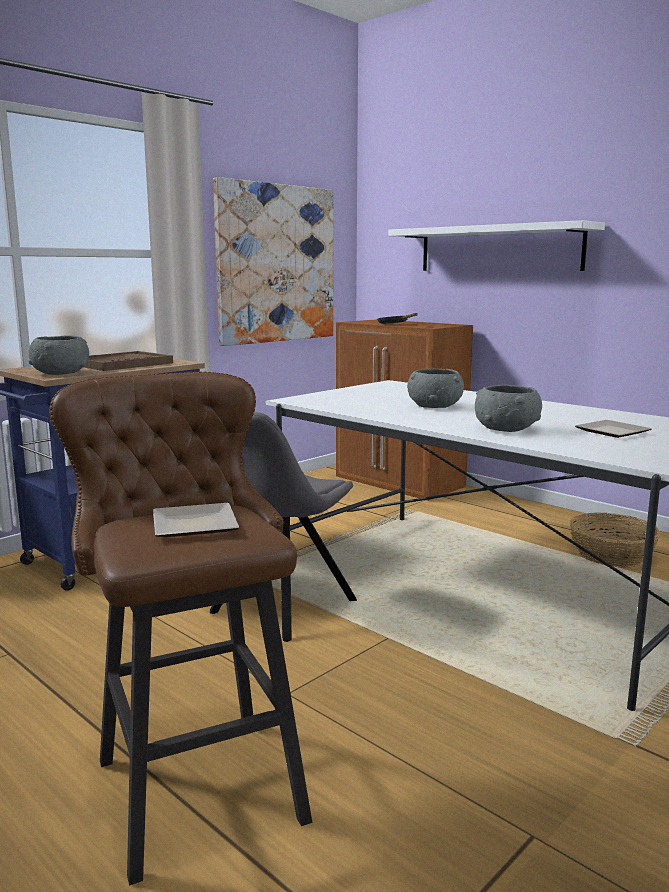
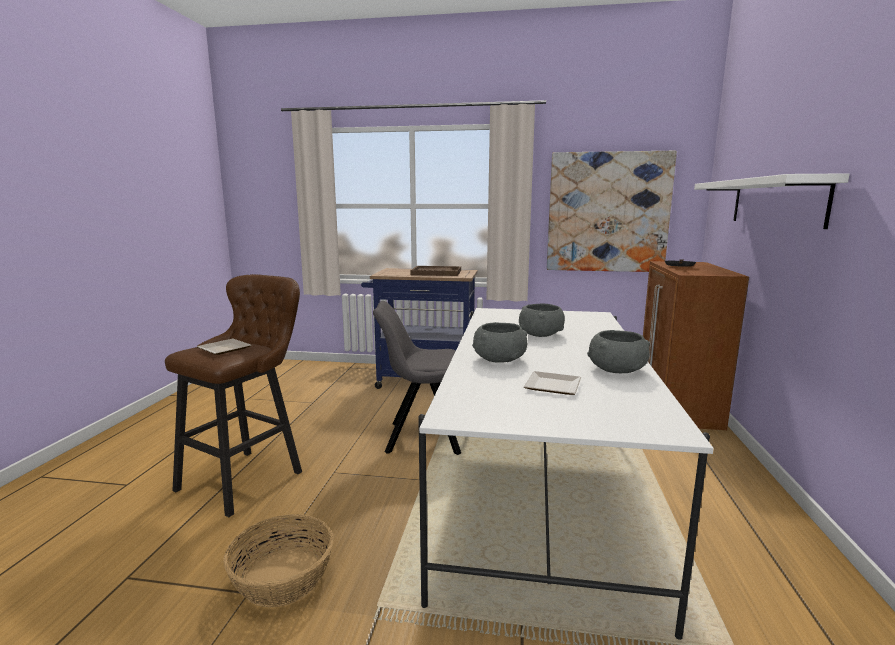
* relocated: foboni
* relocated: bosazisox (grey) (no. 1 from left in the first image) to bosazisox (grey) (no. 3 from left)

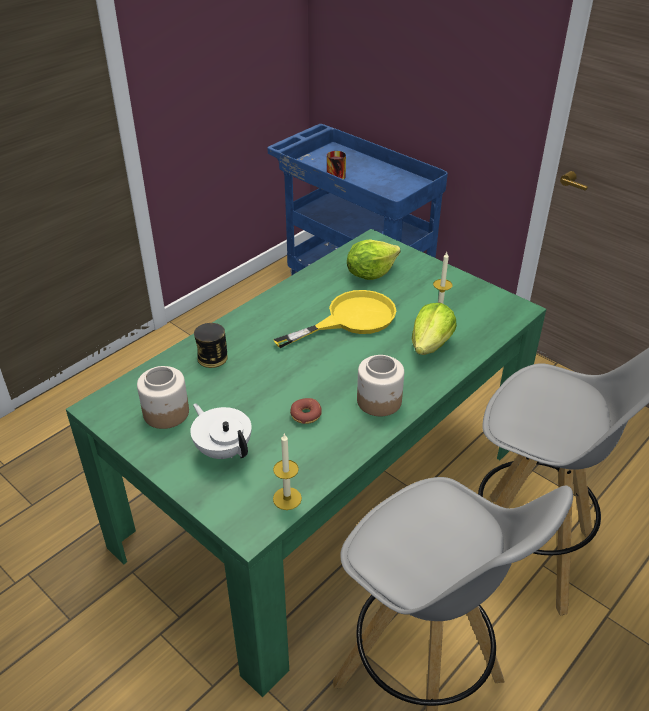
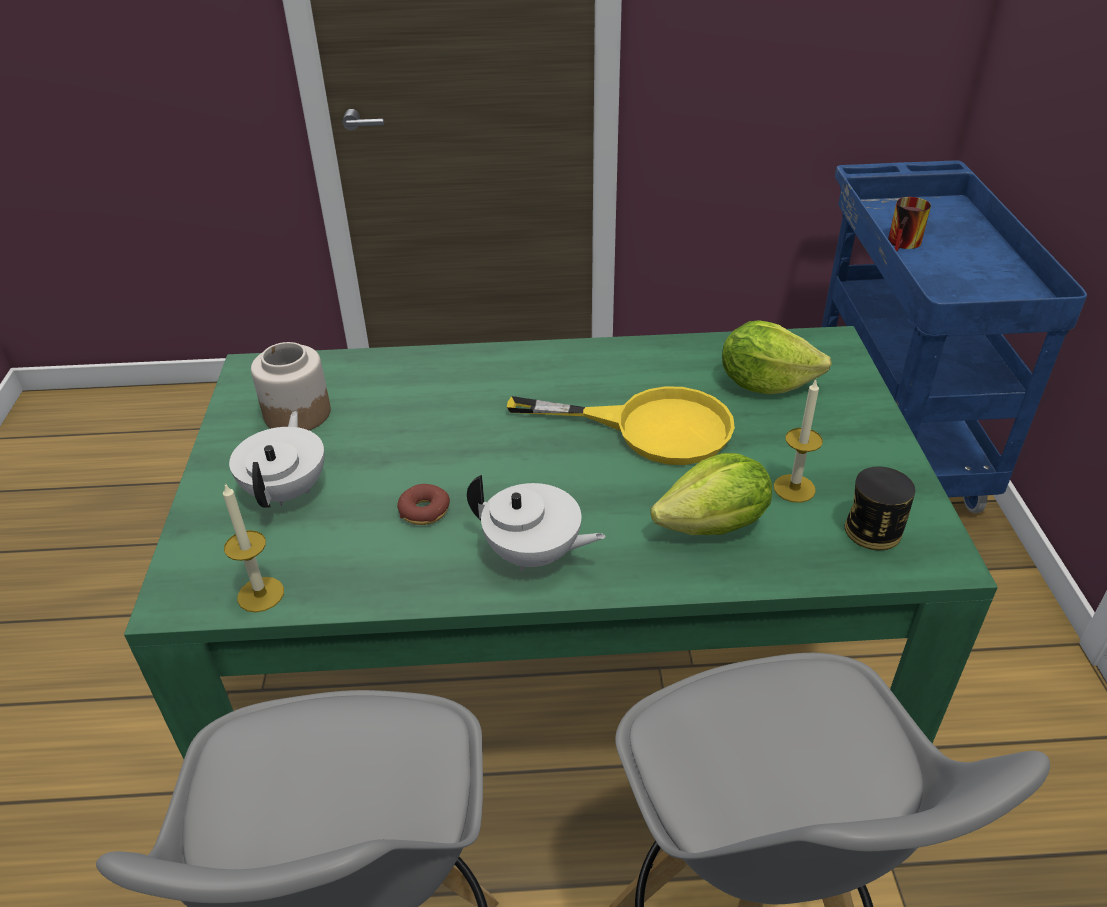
* exchanged: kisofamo (no. 2 from left) to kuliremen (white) (no. 2 from left)
* relocated: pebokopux

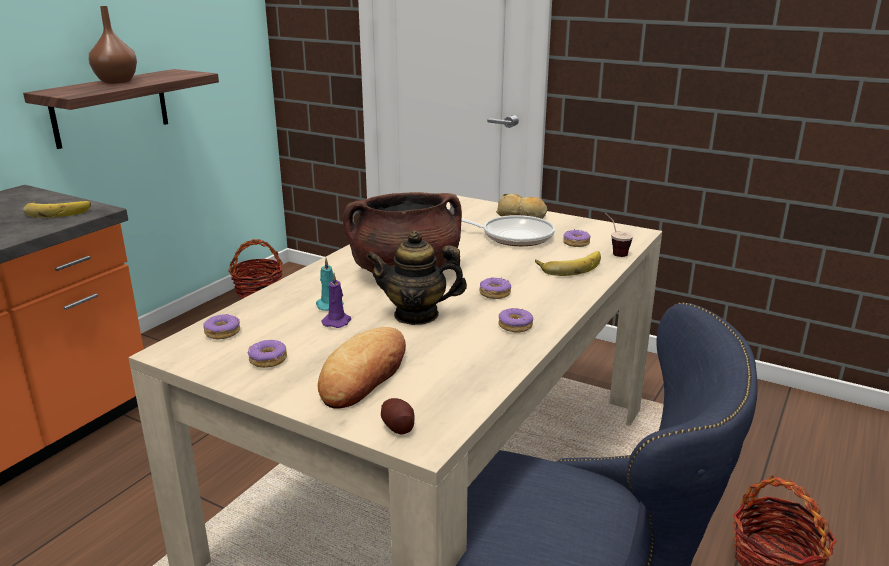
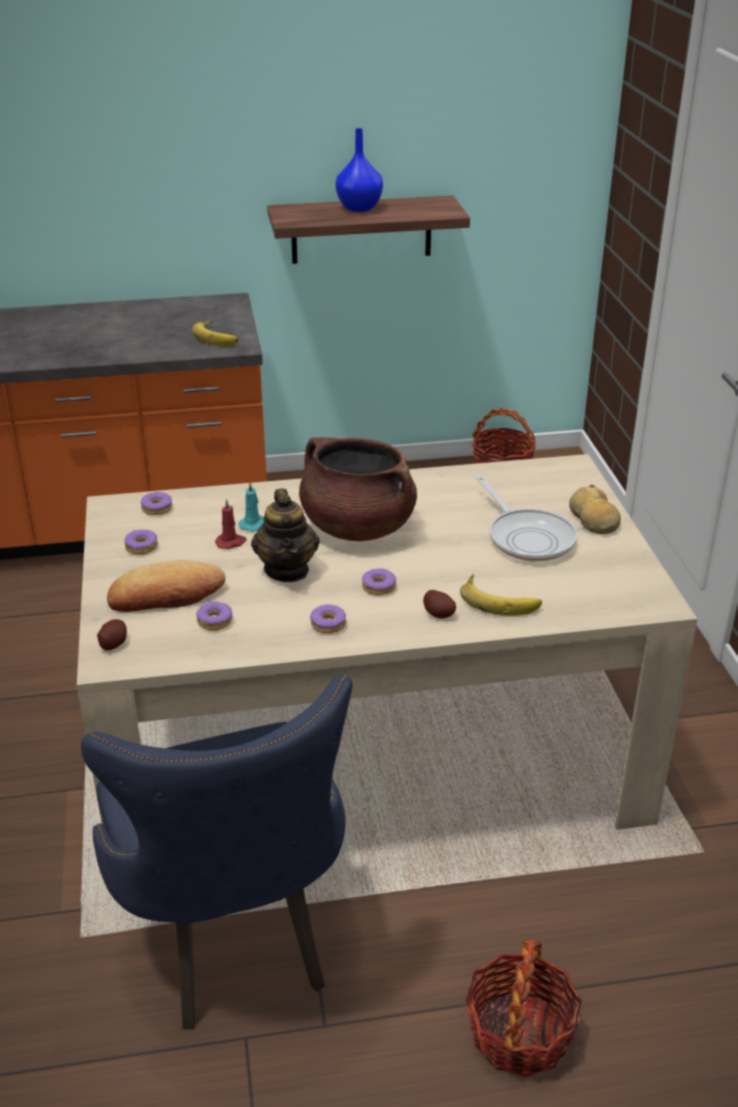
* relocated: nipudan (no. 5 from left in the first image) to nipudan (no. 3 from left)
* colour: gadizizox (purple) to gadizizox (red)
* spun: kuliremen 150 degrees counterclockwise
* colour: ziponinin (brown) to ziponinin (blue)
* appeared: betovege (no. 2 from left)
* missing: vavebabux

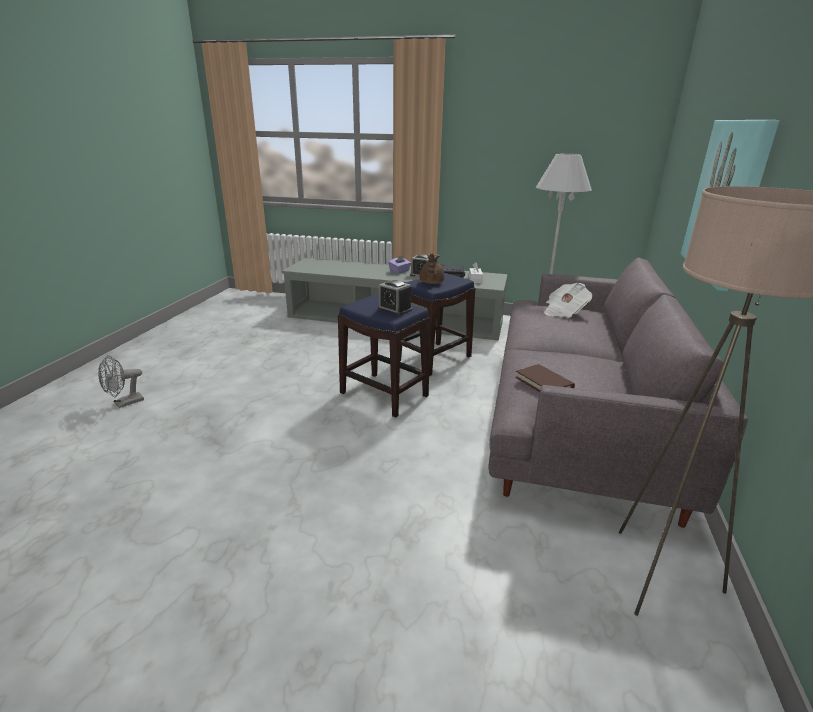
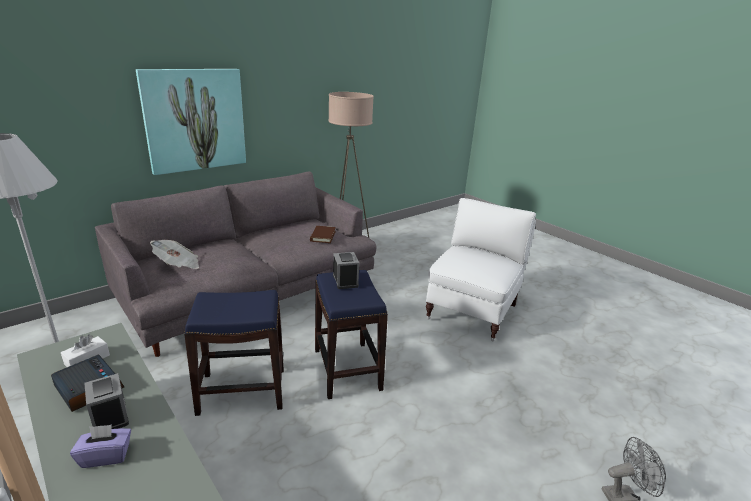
* appeared: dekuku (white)
* missing: kuliremen (brown)

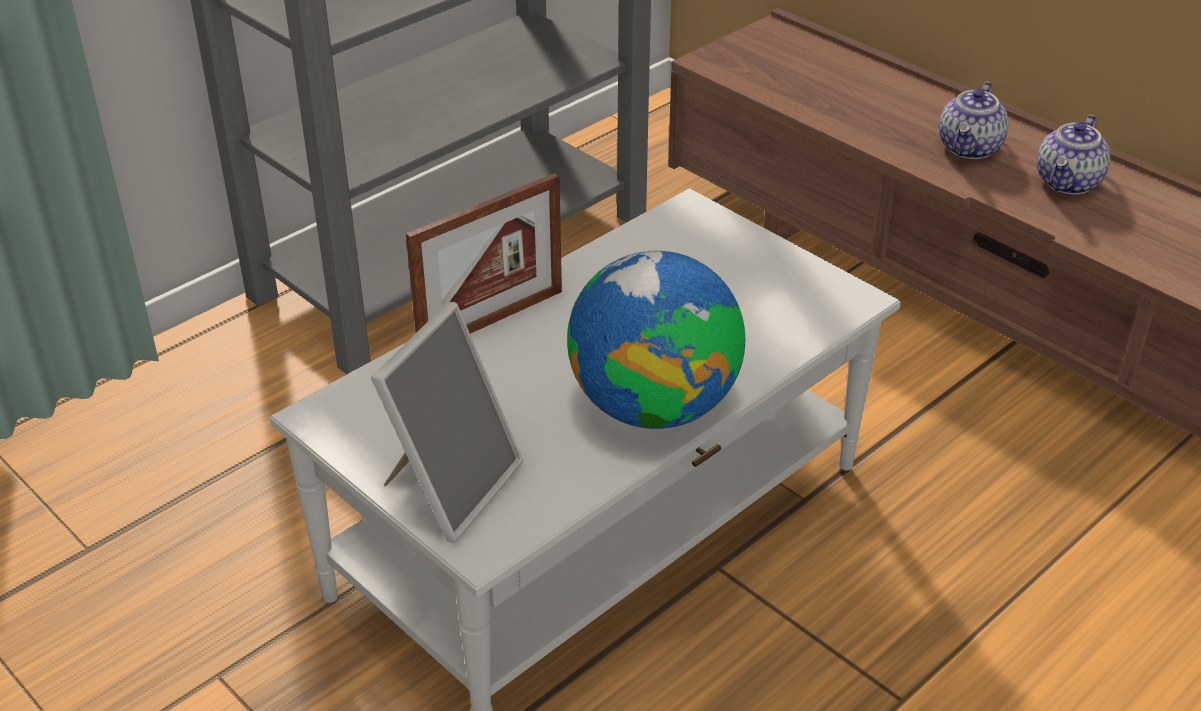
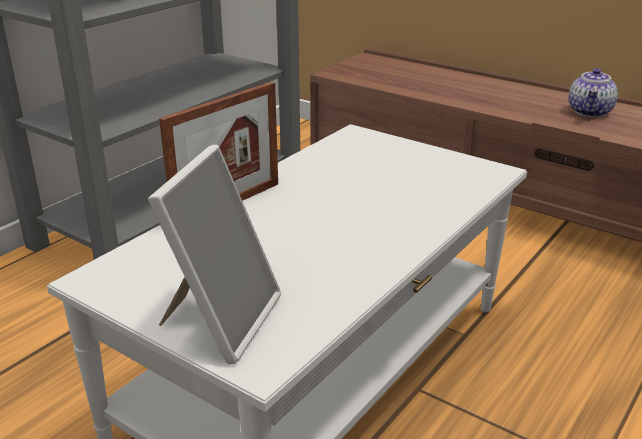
* missing: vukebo
* missing: kuliremen (no. 1 from left)

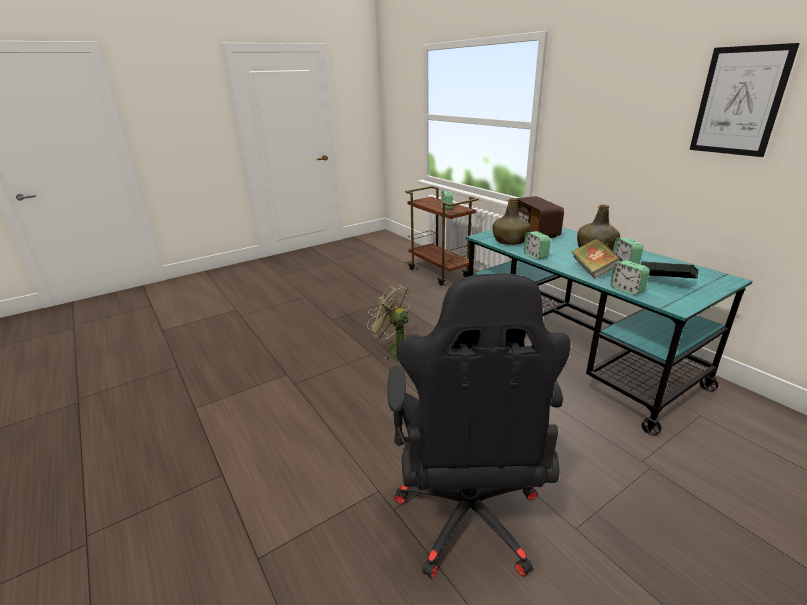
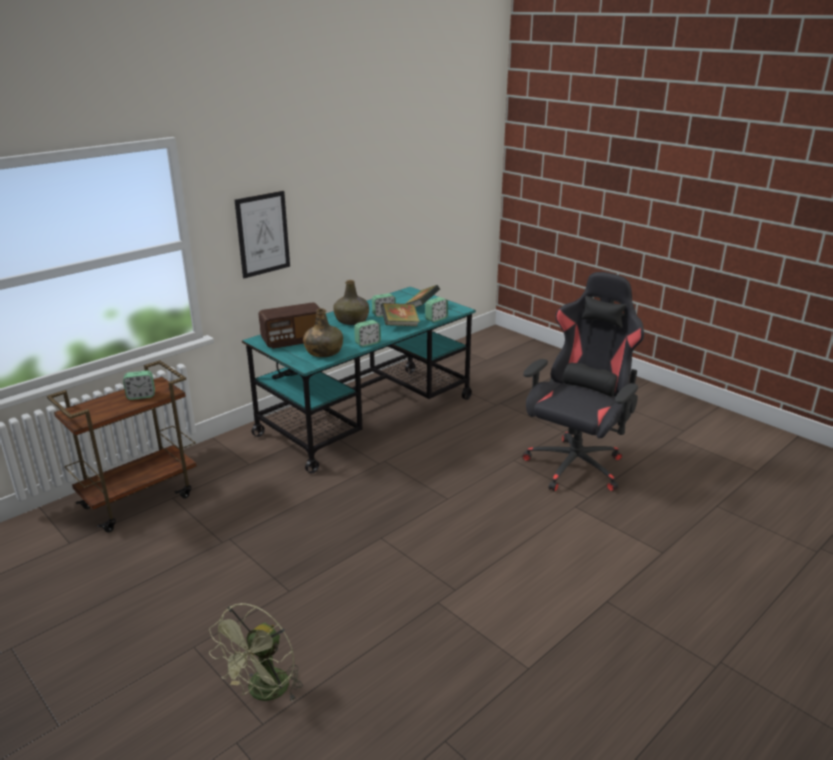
* relocated: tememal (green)
* relocated: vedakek
* spun: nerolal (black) 45 degrees counterclockwise

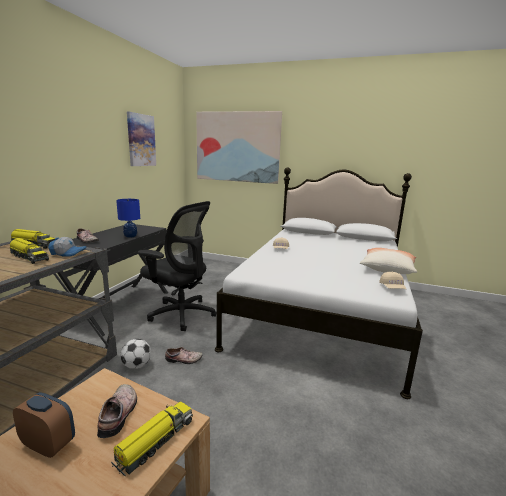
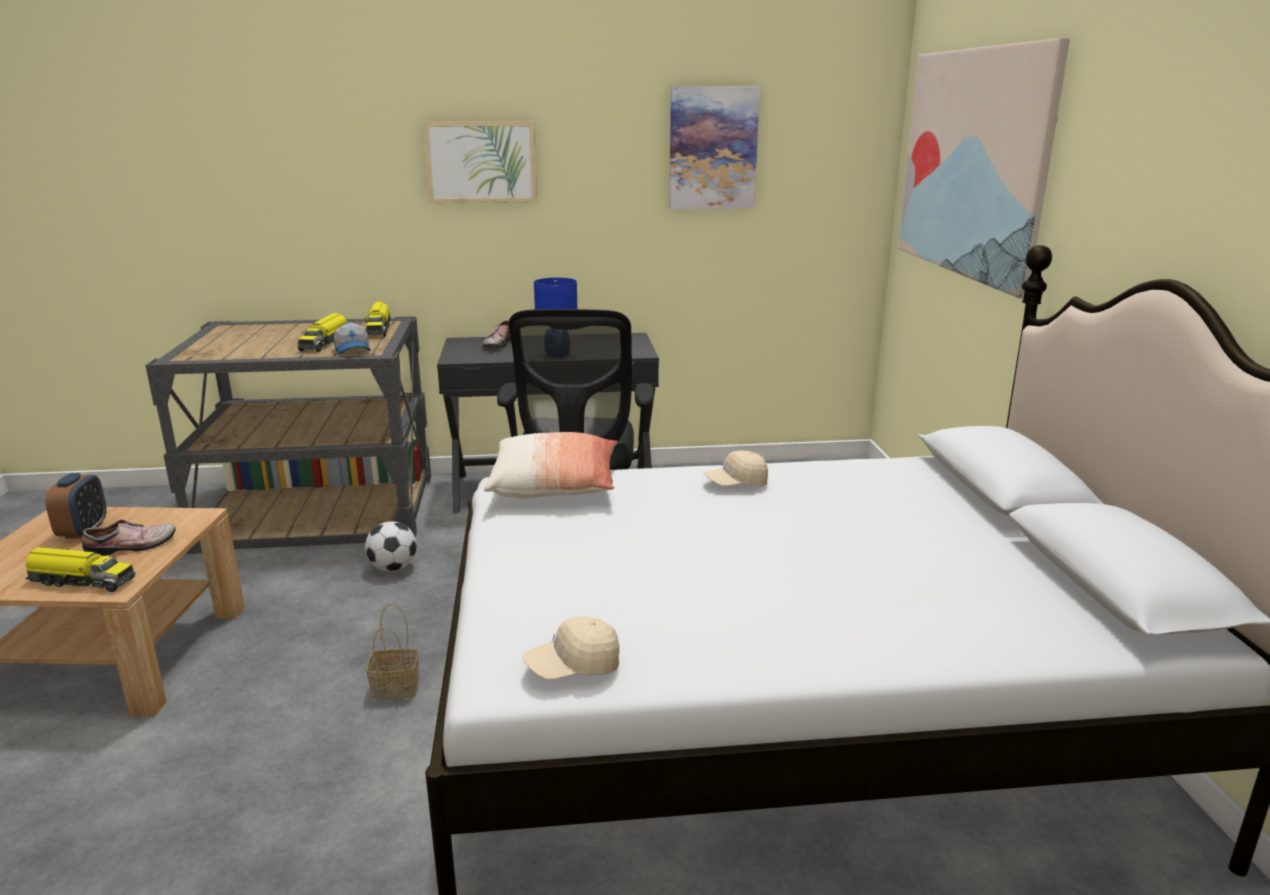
* appeared: foboni
* appeared: vedakek (no. 1 from left)
* relocated: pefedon
* missing: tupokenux (no. 3 from left)

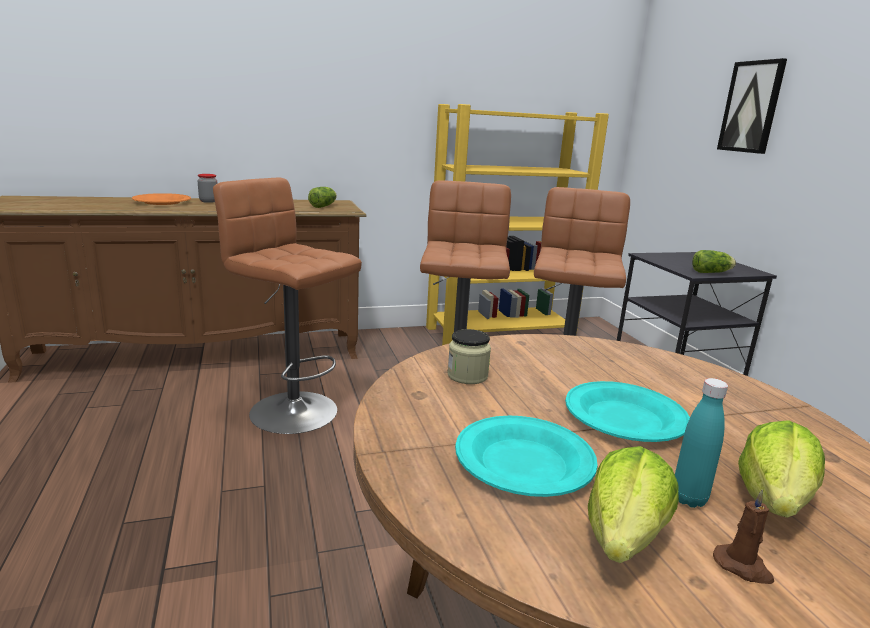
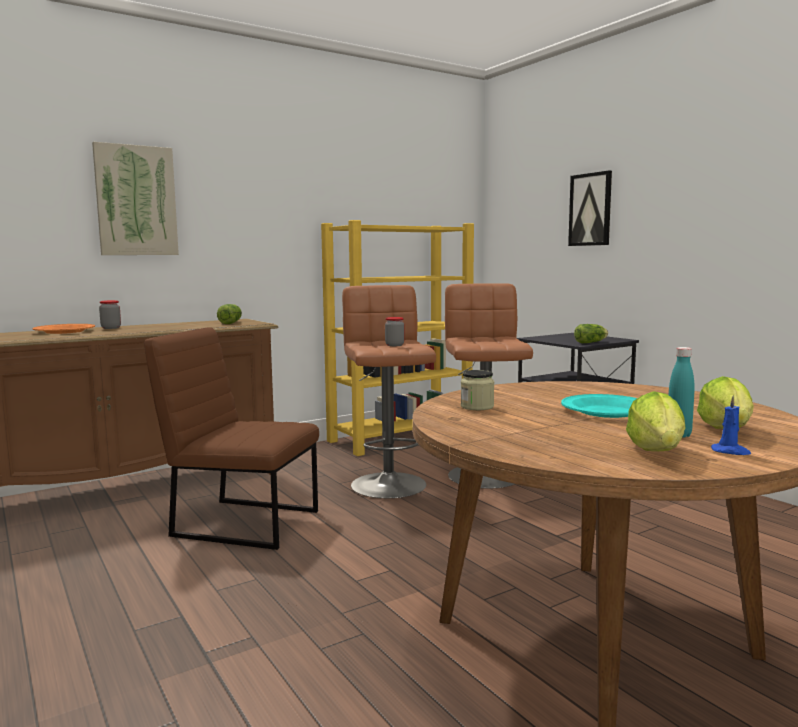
* appeared: vedakek (no. 1 from left)
* exchanged: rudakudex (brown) (no. 1 from left) to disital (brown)
* appeared: kisofamo (no. 2 from left)
* colour: gadizizox (brown) to gadizizox (blue)
* missing: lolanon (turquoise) (no. 1 from left)

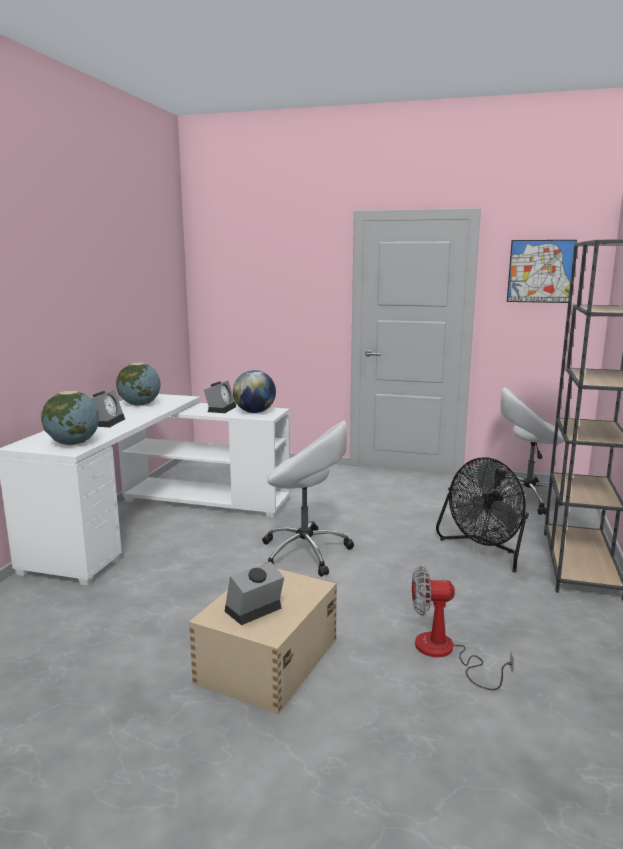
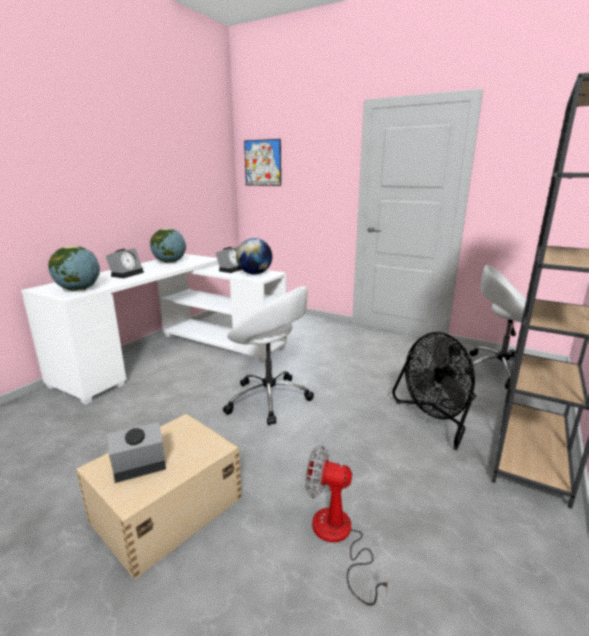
* relocated: vedakek

